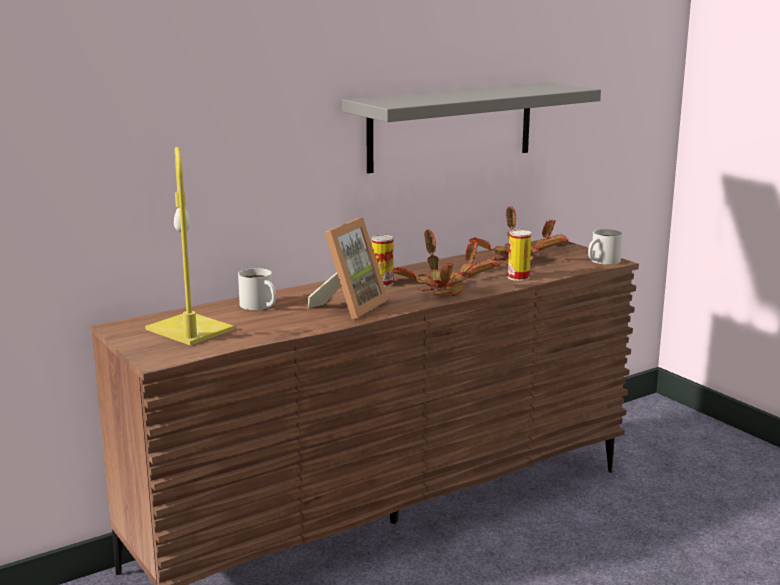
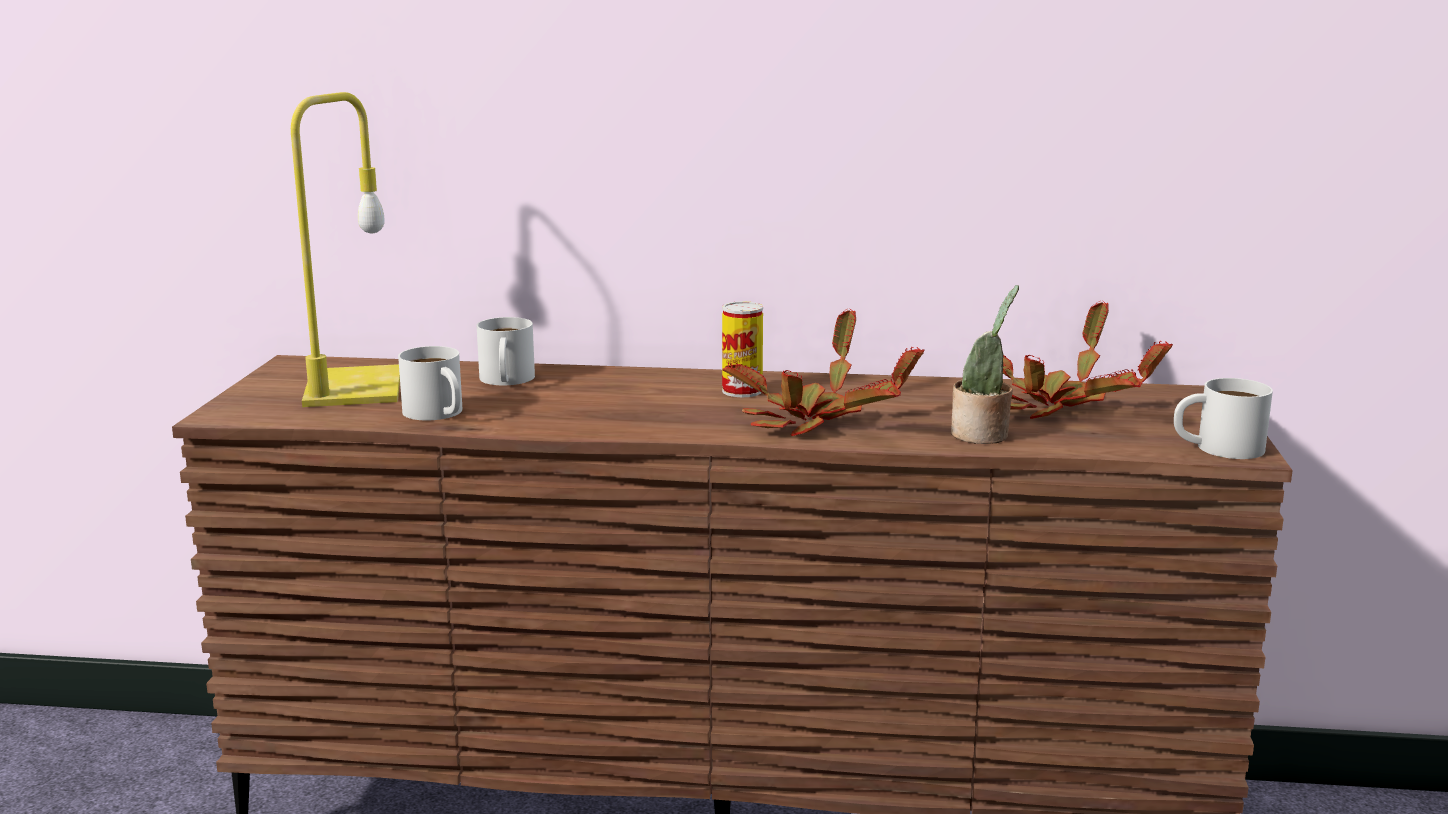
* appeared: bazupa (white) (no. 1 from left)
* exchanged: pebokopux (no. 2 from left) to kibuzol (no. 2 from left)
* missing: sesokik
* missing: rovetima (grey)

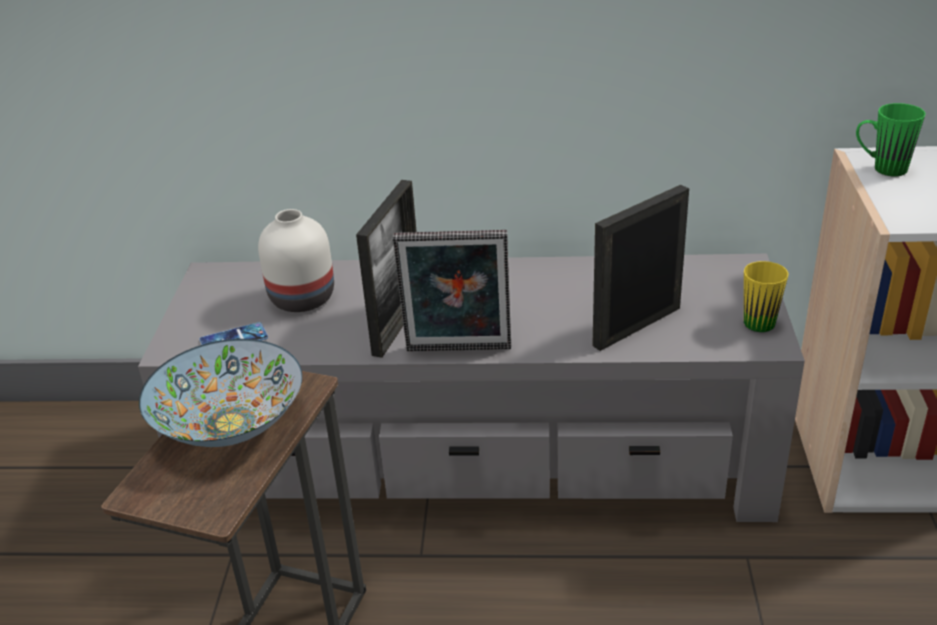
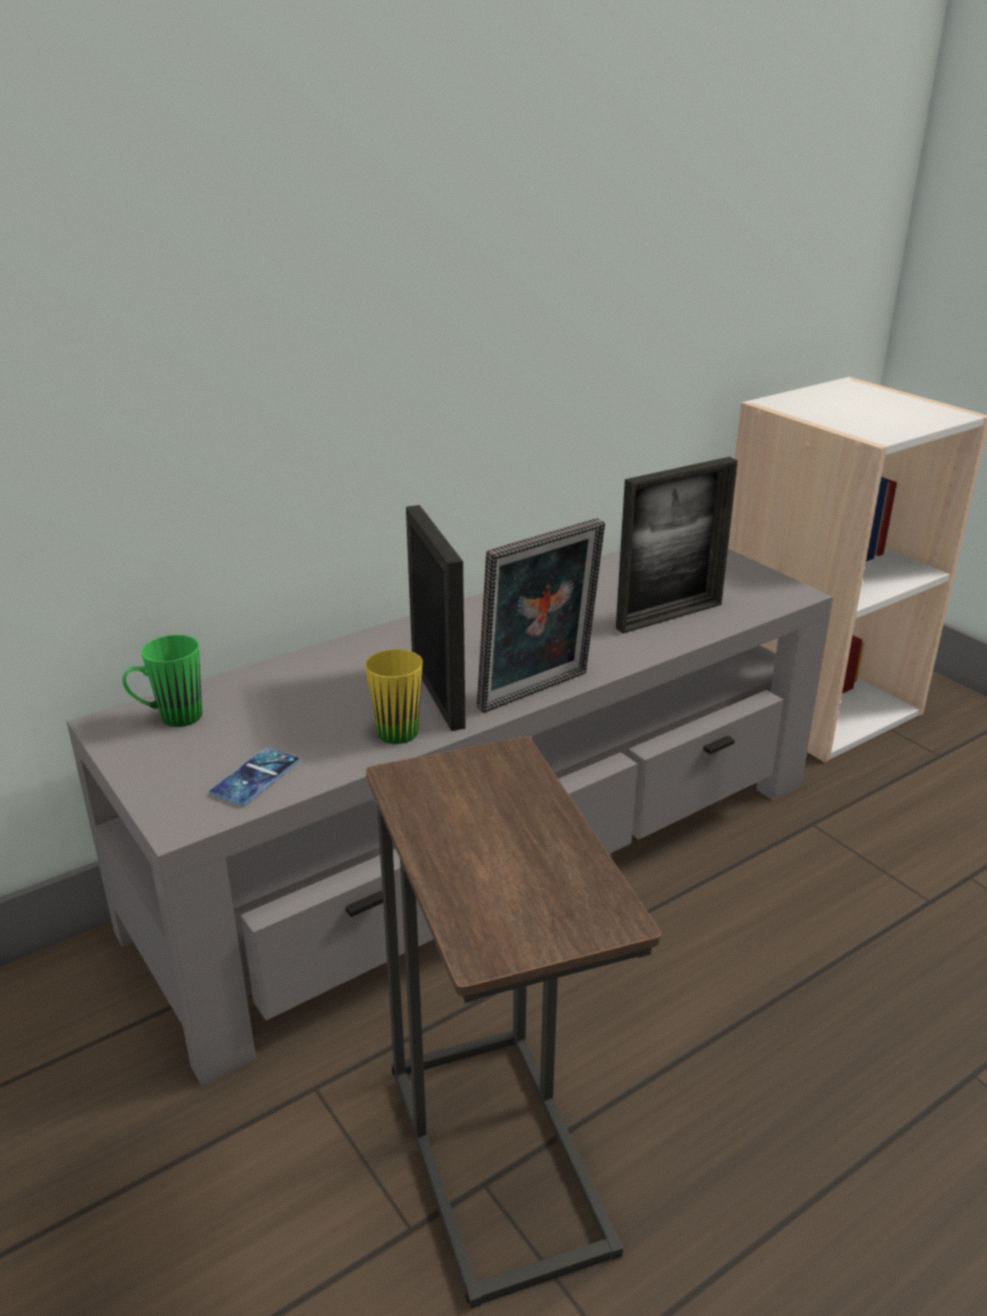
* relocated: bazupa (green)
* relocated: bazupa (yellow)
* spun: sesokik (no. 3 from left) 135 degrees counterclockwise
* missing: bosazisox
* missing: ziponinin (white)

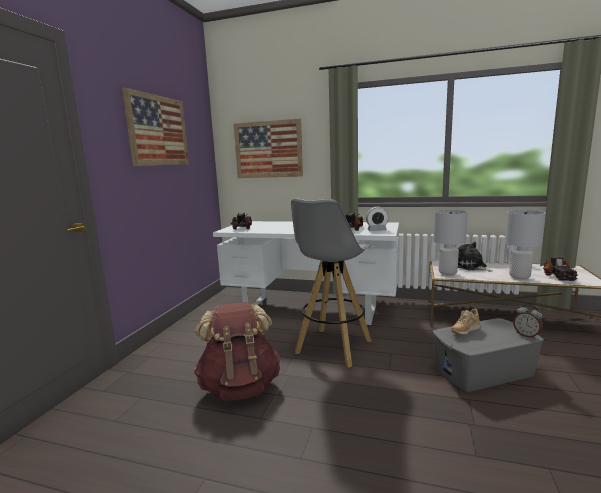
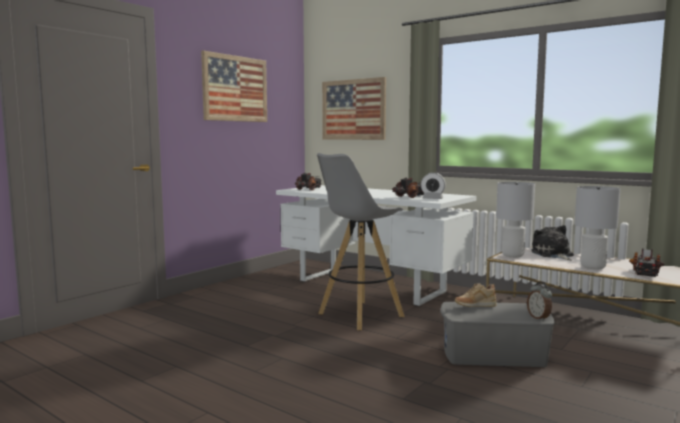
* missing: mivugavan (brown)

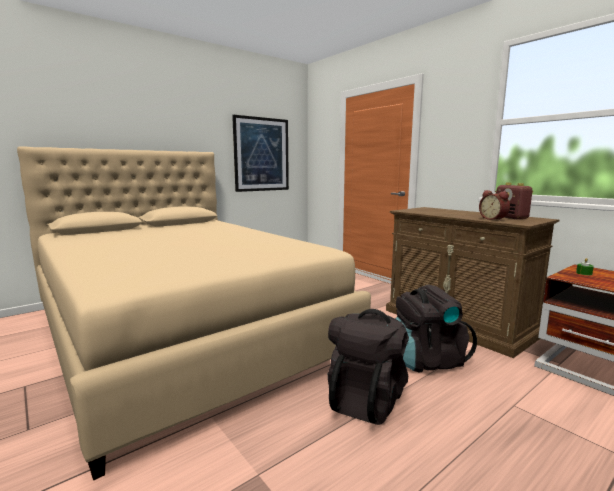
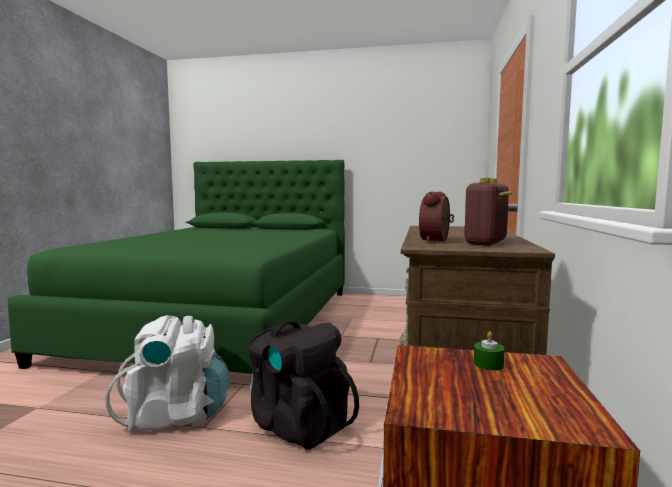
* colour: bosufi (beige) to bosufi (green)
* colour: mivugavan (black) (no. 1 from left) to mivugavan (white)
* missing: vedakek

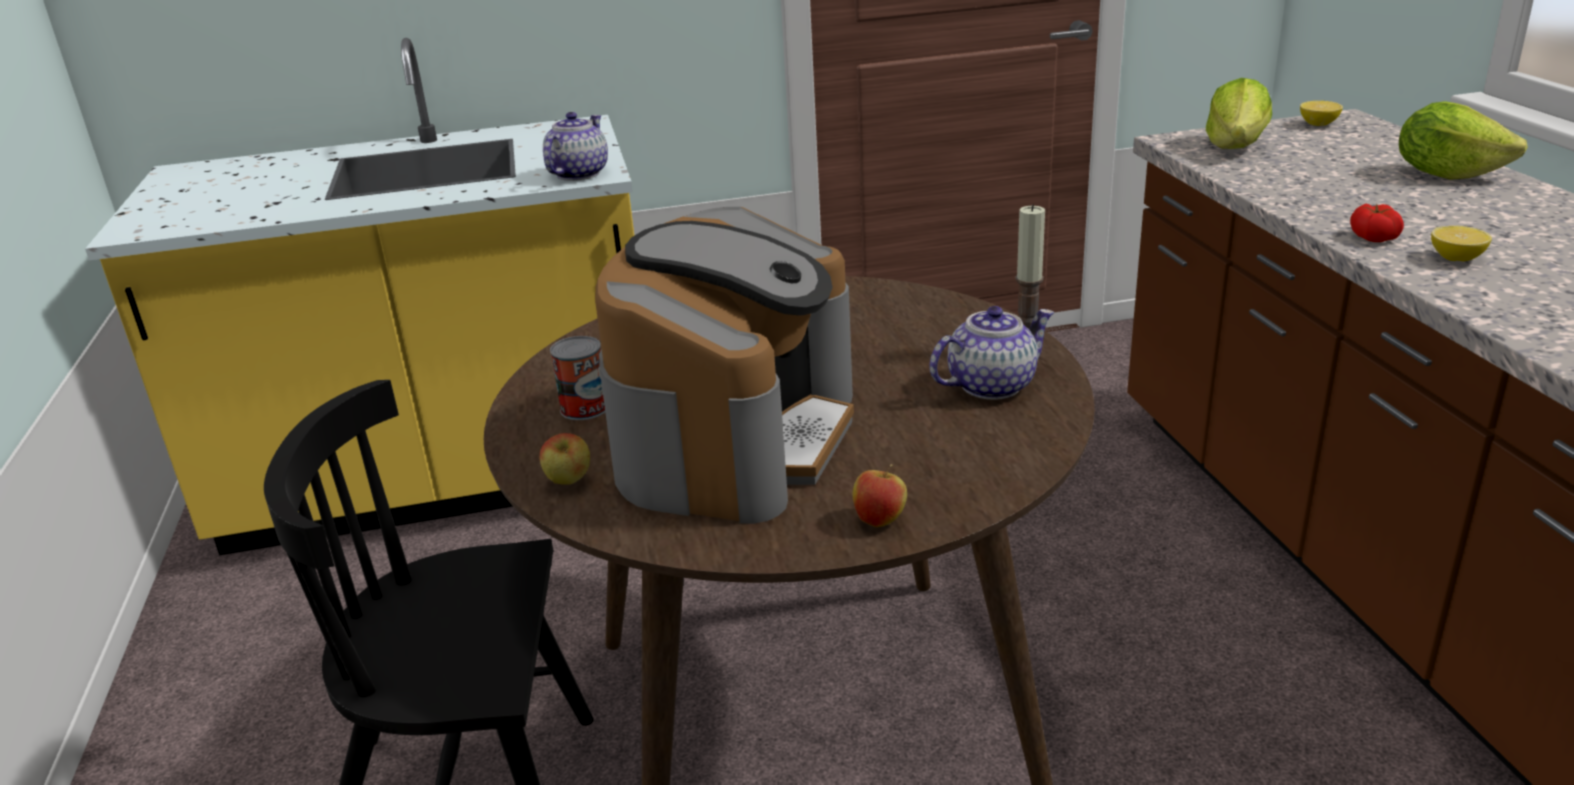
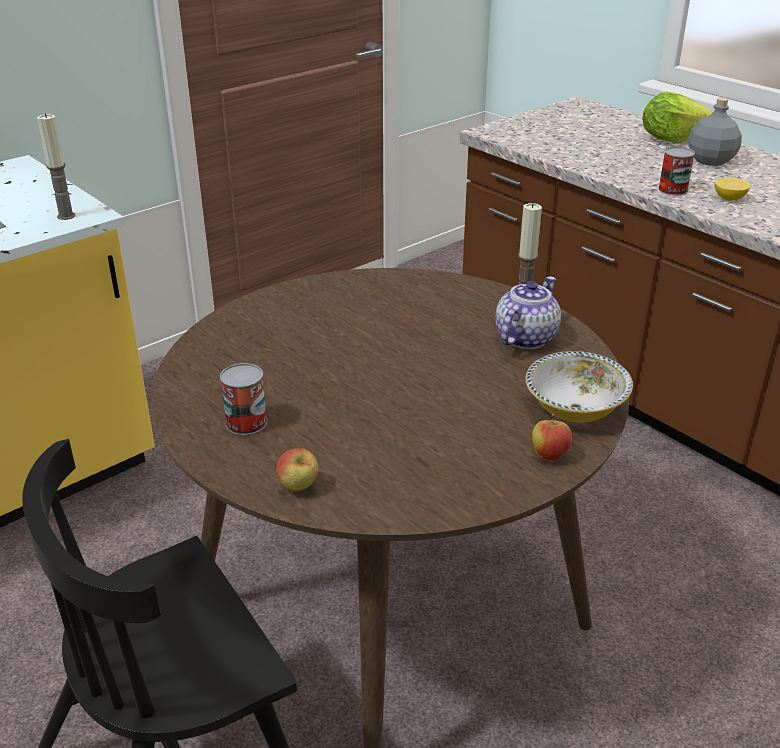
* exchanged: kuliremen (no. 1 from left) to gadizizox (no. 1 from left)
* appeared: bosazisox
* exchanged: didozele to pebokopux (no. 2 from left)
* appeared: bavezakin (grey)
* missing: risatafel
* missing: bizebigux (no. 1 from left)
* missing: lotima (no. 1 from left)

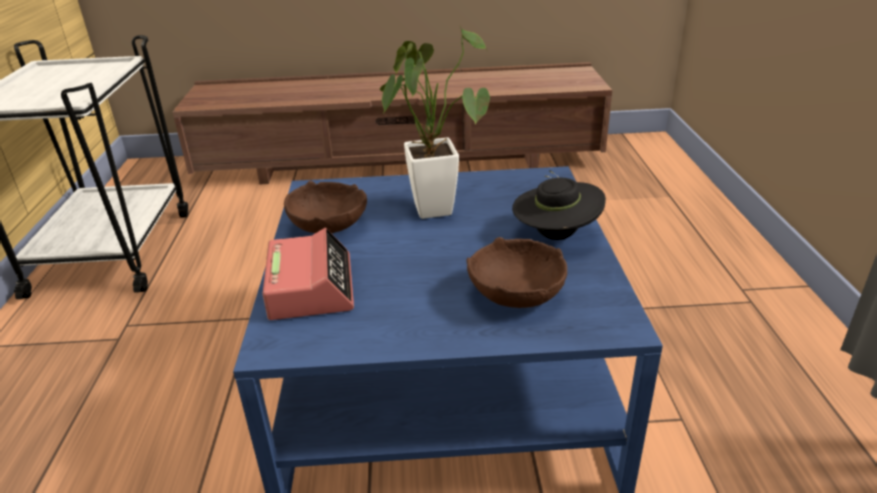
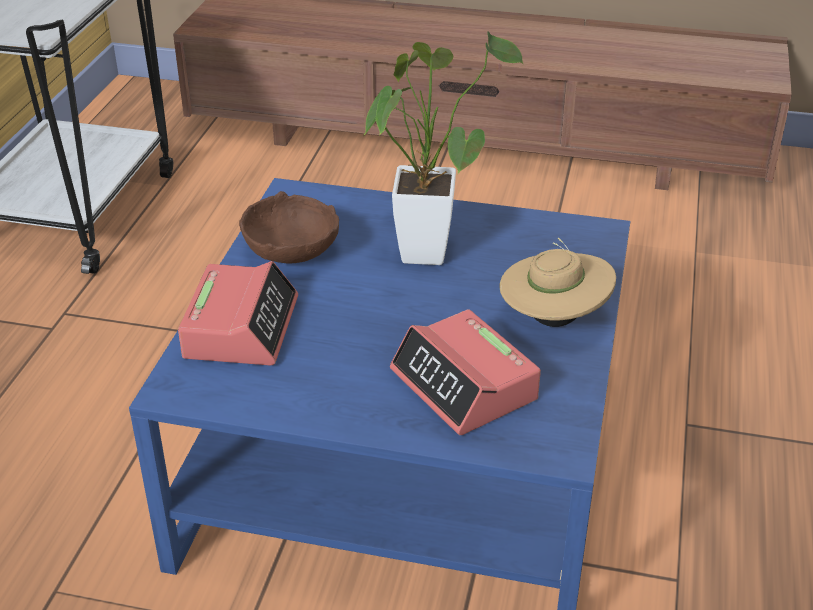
* exchanged: bosazisox (brown) (no. 2 from left) to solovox (no. 2 from left)
* colour: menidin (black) to menidin (beige)

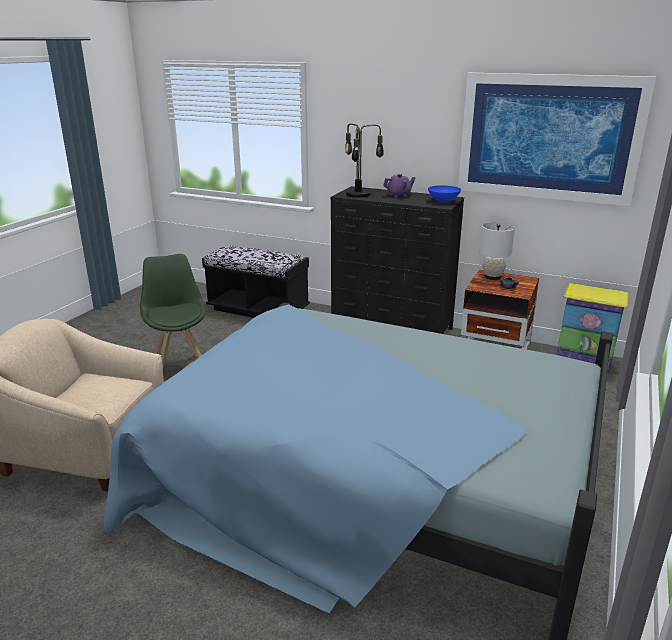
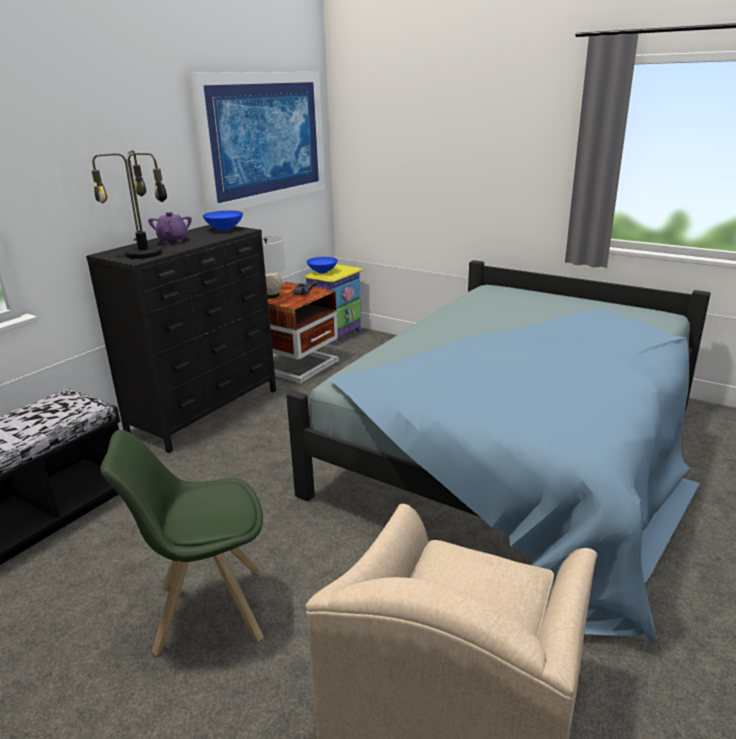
* appeared: bosazisox (blue) (no. 2 from left)

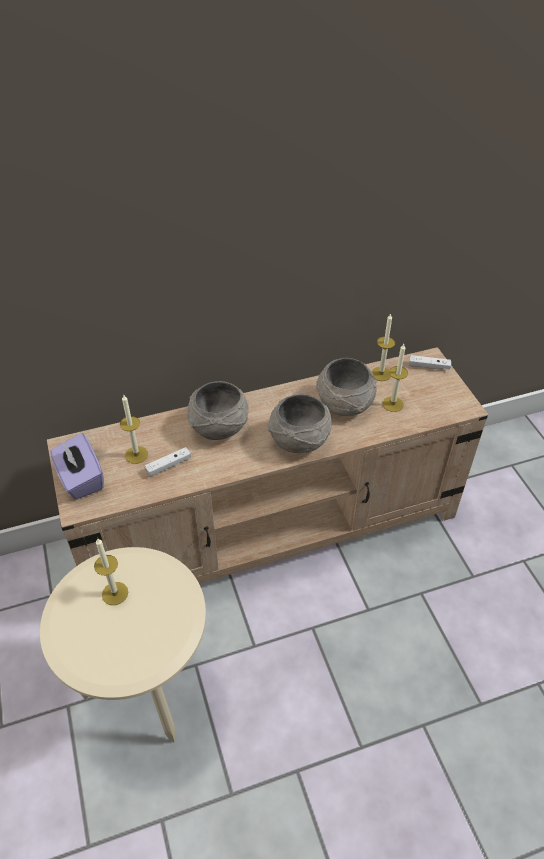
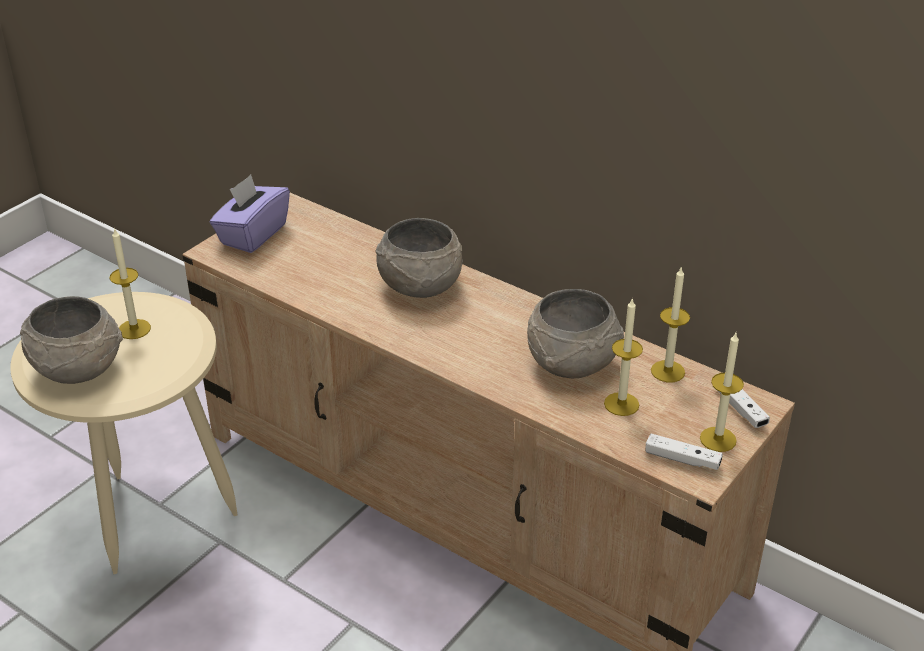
* relocated: bosazisox (grey) (no. 2 from left in the first image) to bosazisox (grey) (no. 1 from left)
* relocated: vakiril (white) (no. 1 from left)
* relocated: gadizizox (no. 2 from left in the first image) to gadizizox (no. 4 from left)

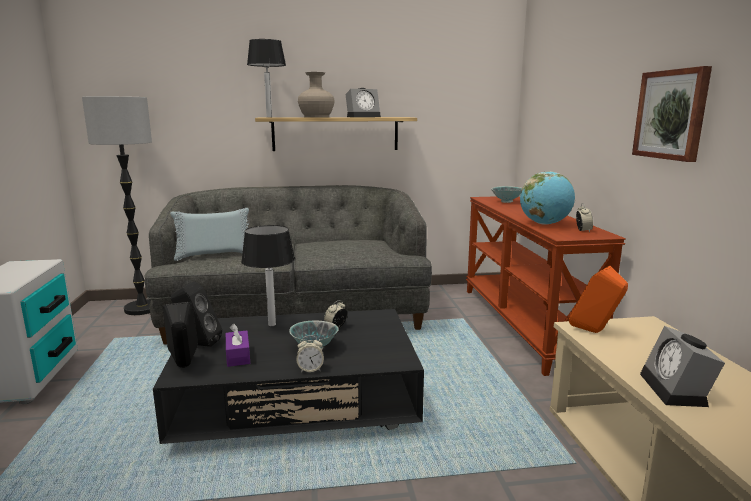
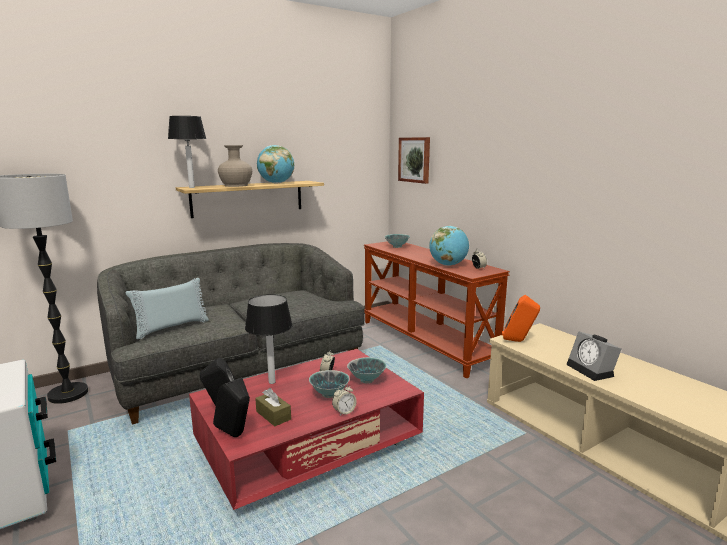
* colour: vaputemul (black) to vaputemul (red)
* colour: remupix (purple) to remupix (brown)
* exchanged: solovox (no. 3 from left) to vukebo (no. 1 from left)
* appeared: bosazisox (no. 2 from left)
* relocated: vedakek

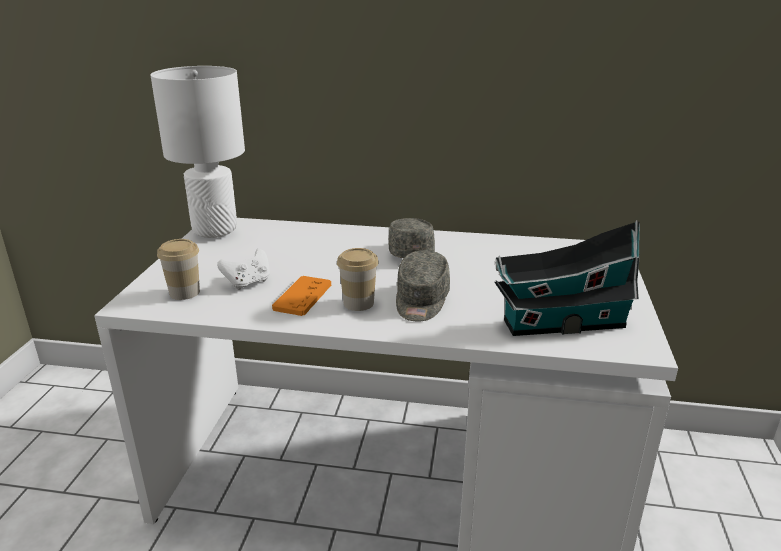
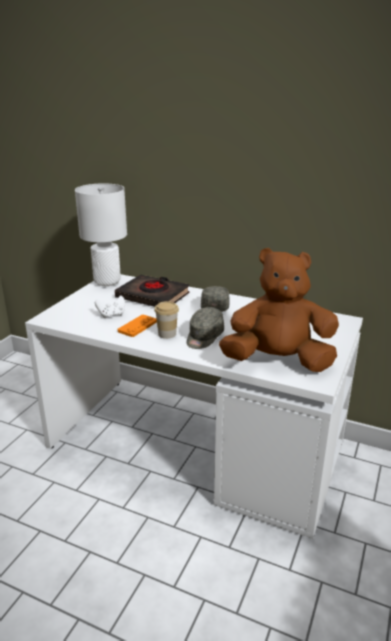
* appeared: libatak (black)
* exchanged: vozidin to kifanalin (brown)
* missing: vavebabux (no. 1 from left)

